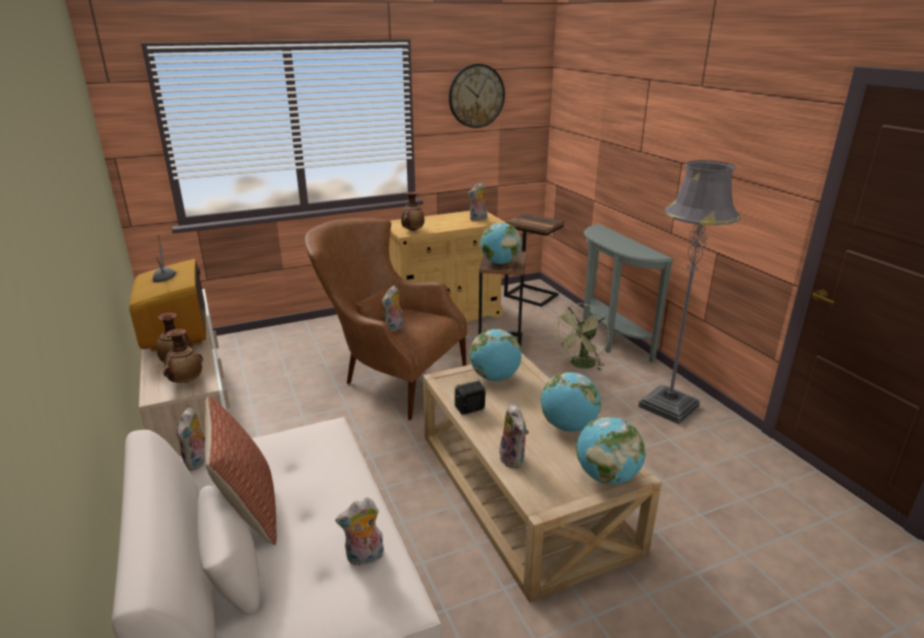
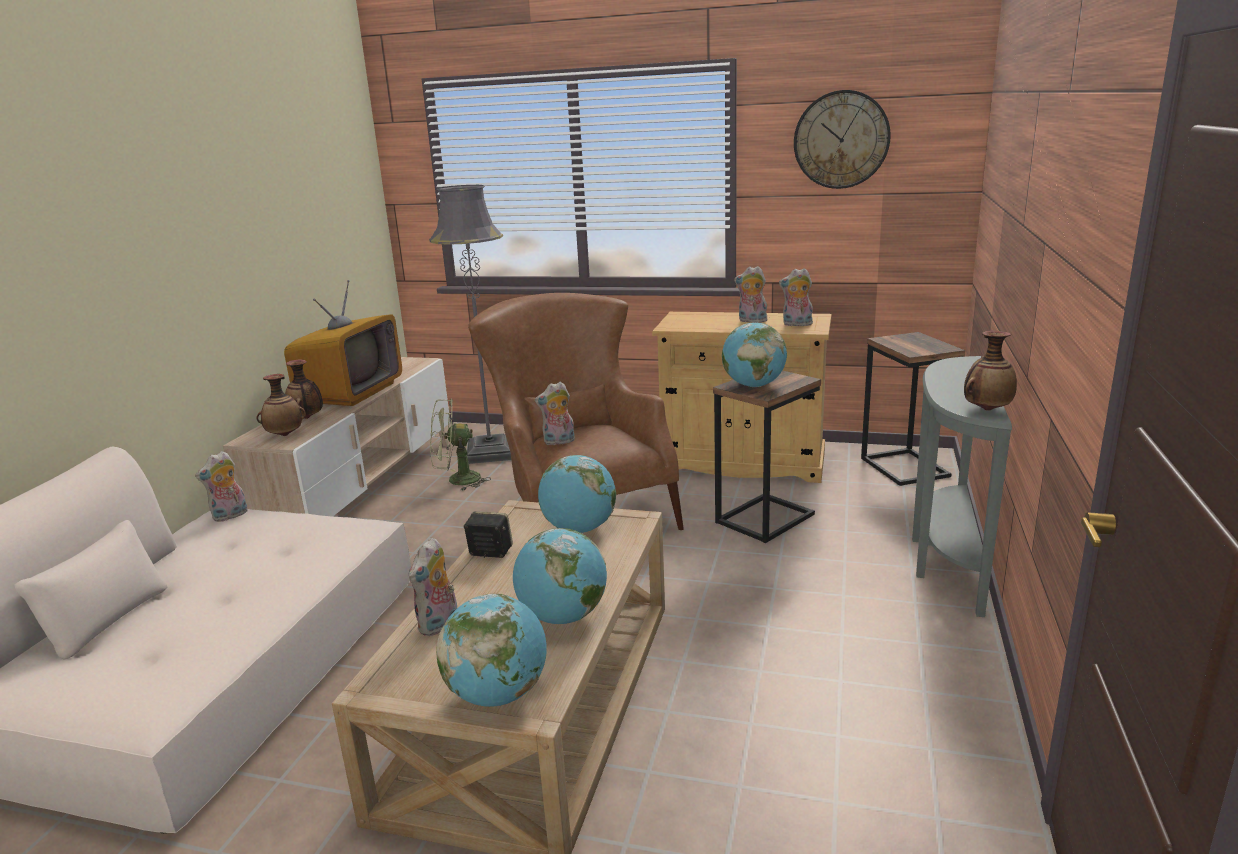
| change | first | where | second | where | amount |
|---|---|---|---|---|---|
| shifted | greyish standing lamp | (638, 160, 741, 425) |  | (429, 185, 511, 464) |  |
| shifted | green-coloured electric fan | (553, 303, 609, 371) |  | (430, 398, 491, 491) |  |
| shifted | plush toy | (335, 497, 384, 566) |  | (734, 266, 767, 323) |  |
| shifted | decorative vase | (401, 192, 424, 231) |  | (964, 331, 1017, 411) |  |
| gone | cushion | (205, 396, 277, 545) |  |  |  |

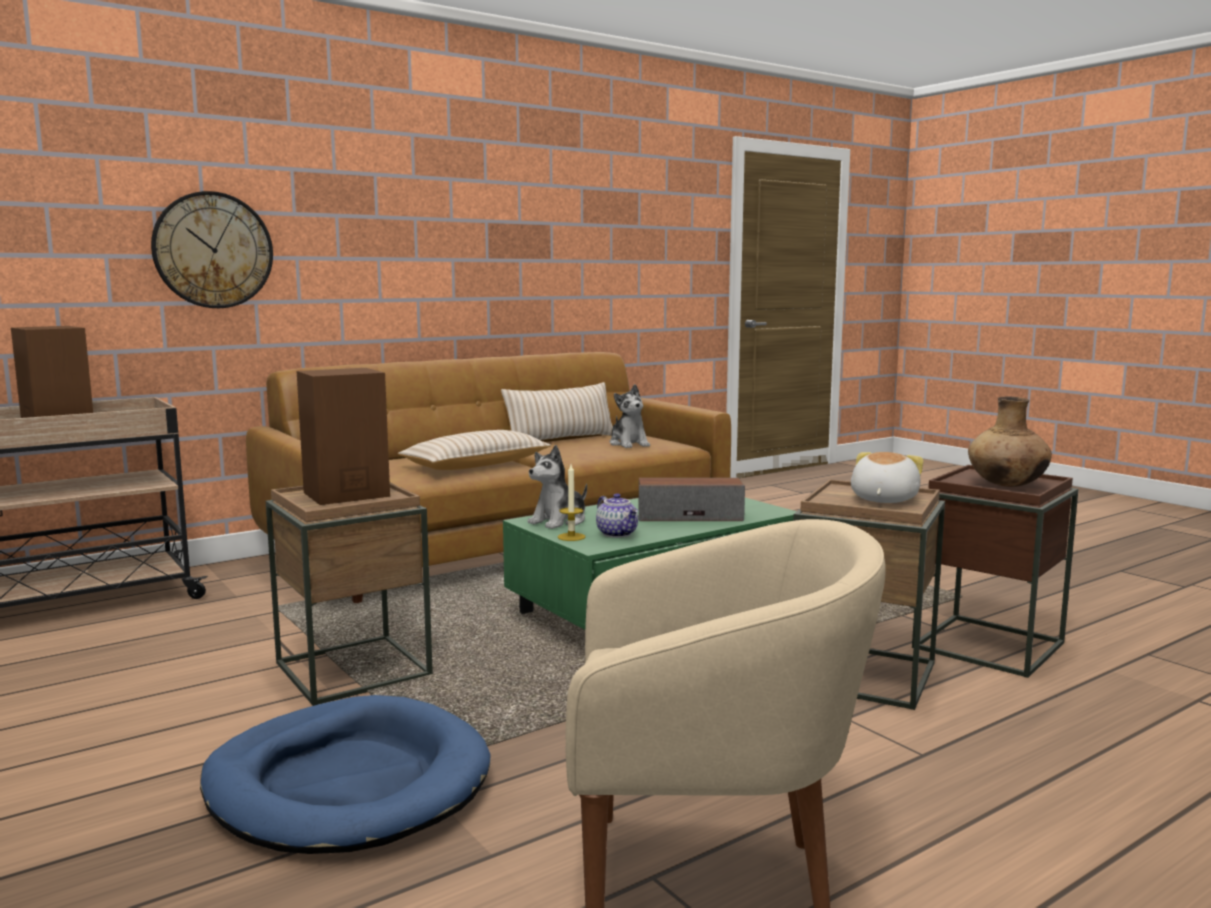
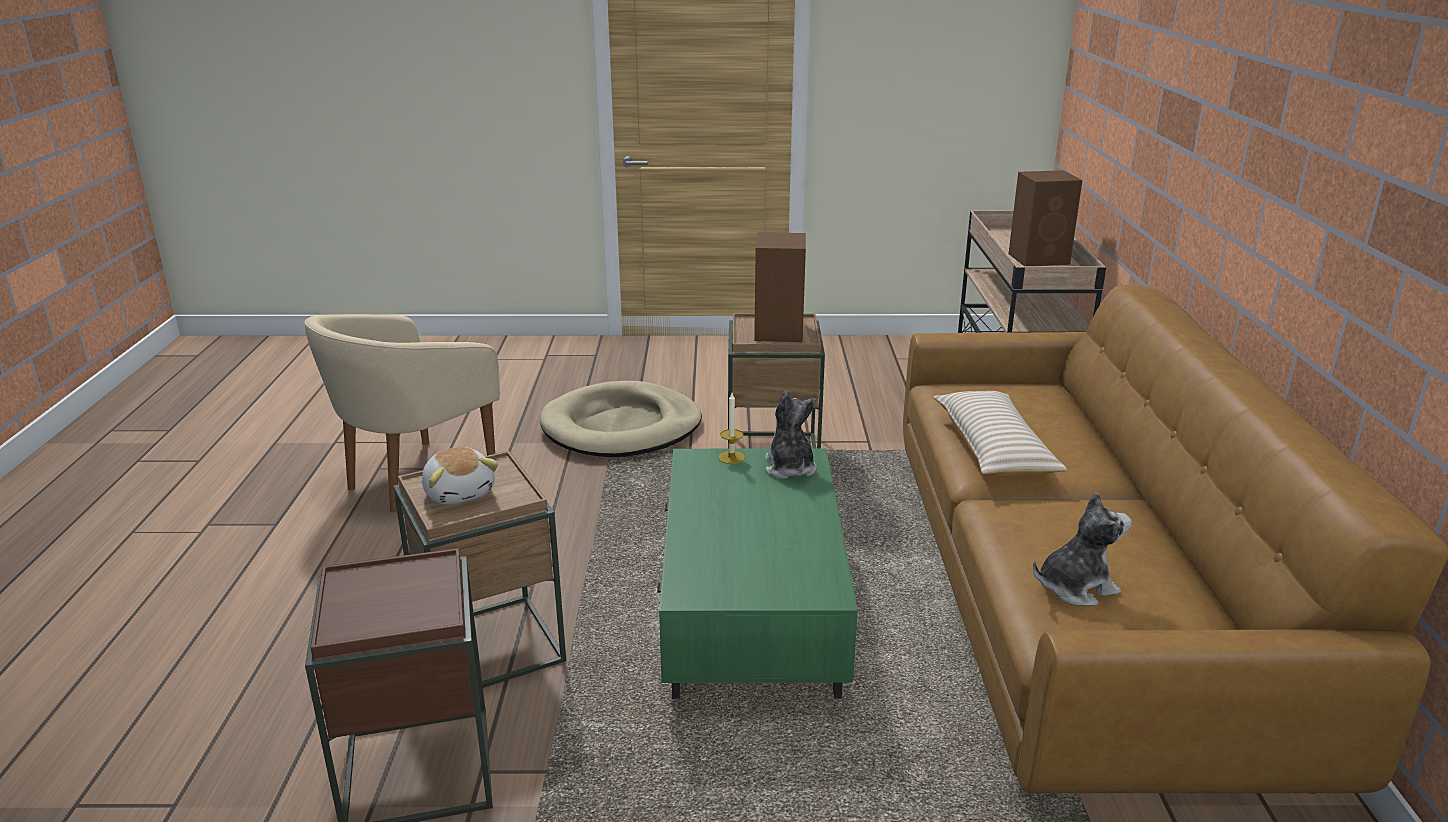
| change | first | where | second | where | amount |
|---|---|---|---|---|---|
| repainted | blue-coloured dog cushion | (200, 695, 490, 854) | beige-coloured dog cushion | (540, 381, 702, 457) |  |
| rotated | plush toy | (610, 384, 650, 448) |  | (1033, 492, 1132, 606) | 150 degrees clockwise |
| gone | clock on the wall | (151, 191, 273, 308) |  |  |  |
| gone | beige-coloured cushion | (501, 382, 613, 440) |  |  |  |
| gone | tea pot | (596, 493, 638, 538) |  |  |  |
| gone | audio speaker | (639, 478, 745, 521) |  |  |  |
| gone | brown-coloured decorative vase | (968, 397, 1052, 487) |  |  |  |

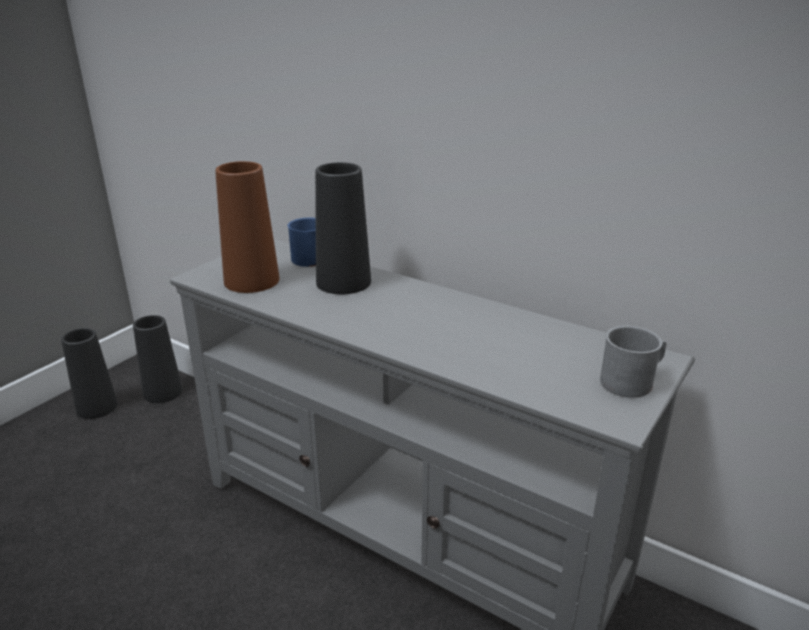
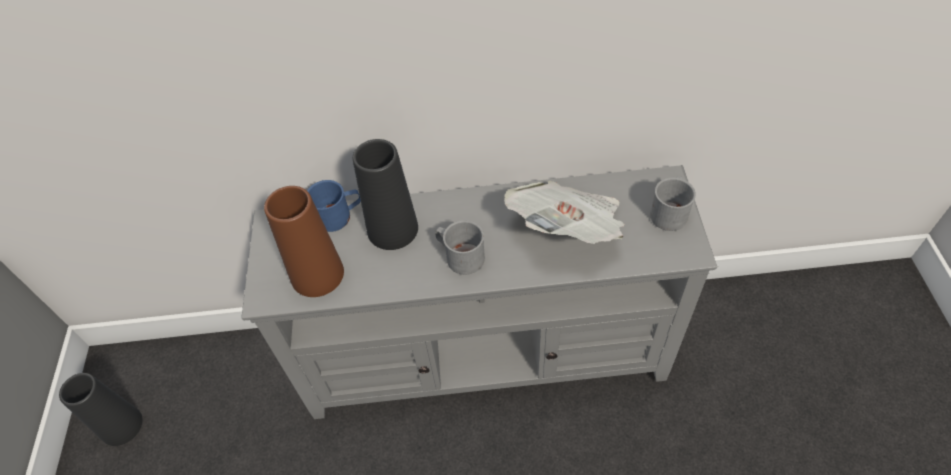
| change | first | where | second | where | amount |
|---|---|---|---|---|---|
| new |  |  | greyish coffee mug | (435, 220, 485, 275) |  |
| new |  |  | newspaper | (504, 181, 625, 244) |  |
| gone | black-coloured decorative vase | (133, 315, 183, 403) |  |  |  |

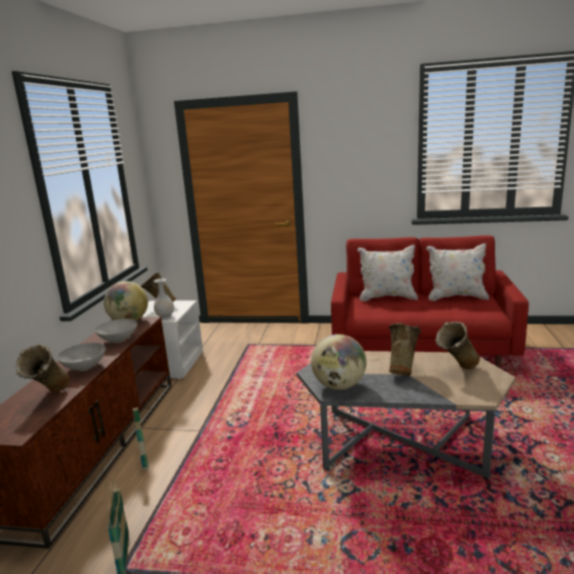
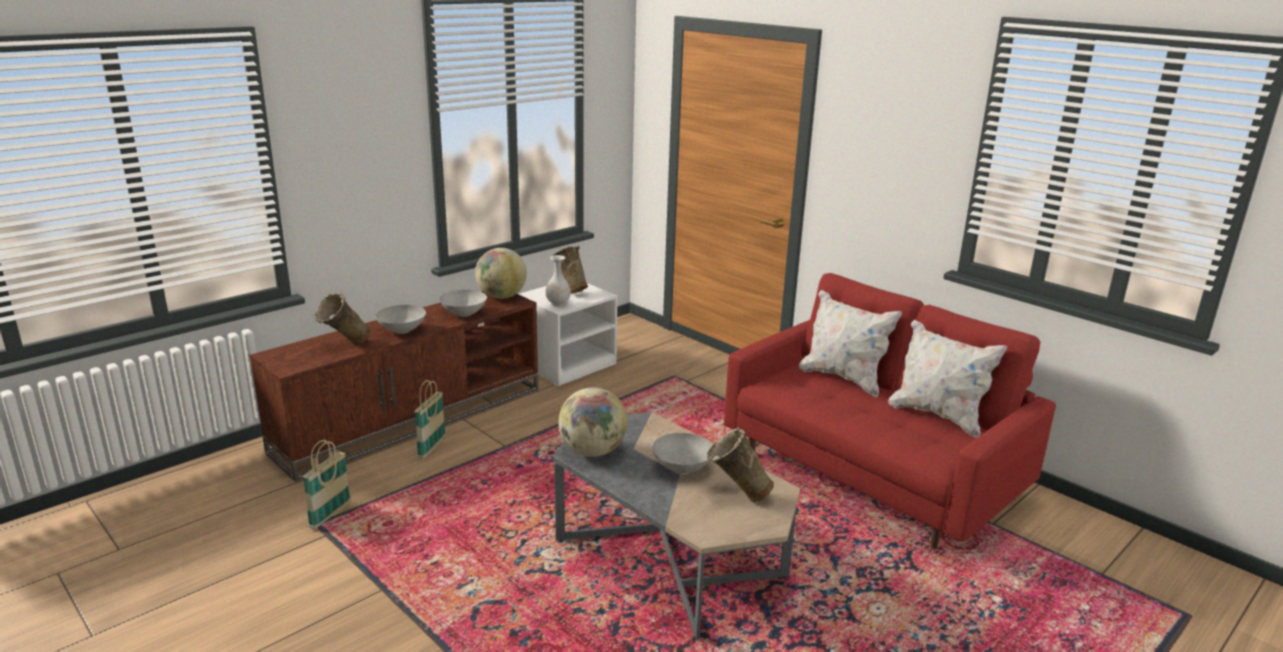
| change | first | where | second | where | amount |
|---|---|---|---|---|---|
| swapped | beige-coloured decorative vase | (389, 323, 421, 376) | greyish serving bowl | (652, 433, 712, 473) |  |

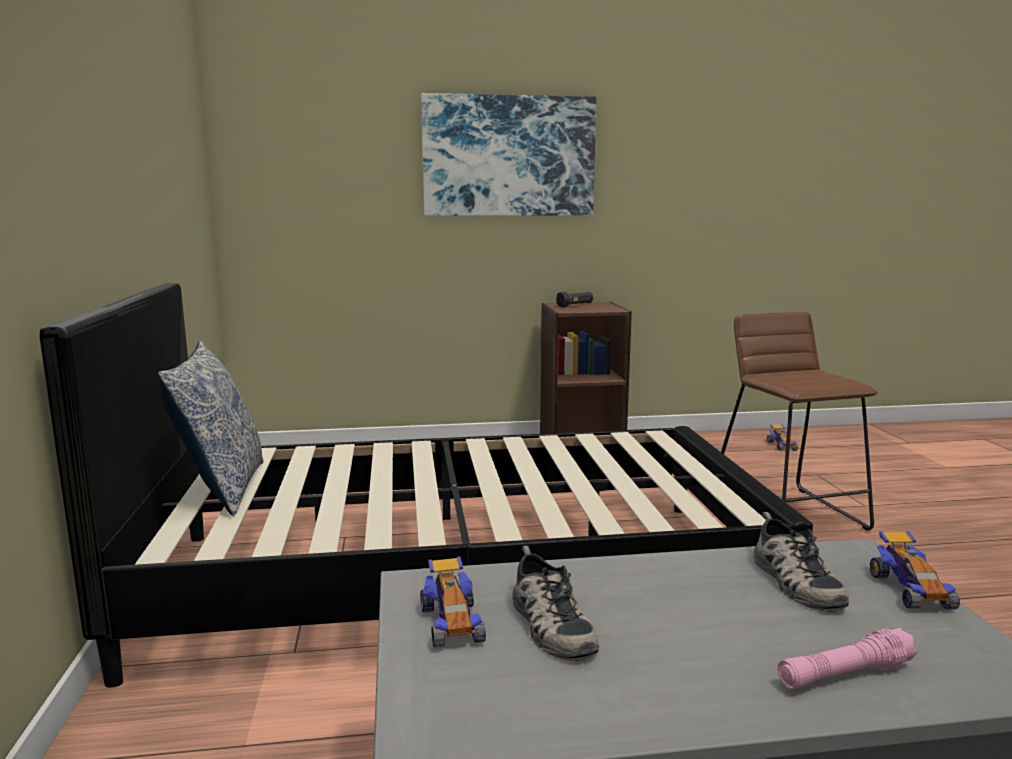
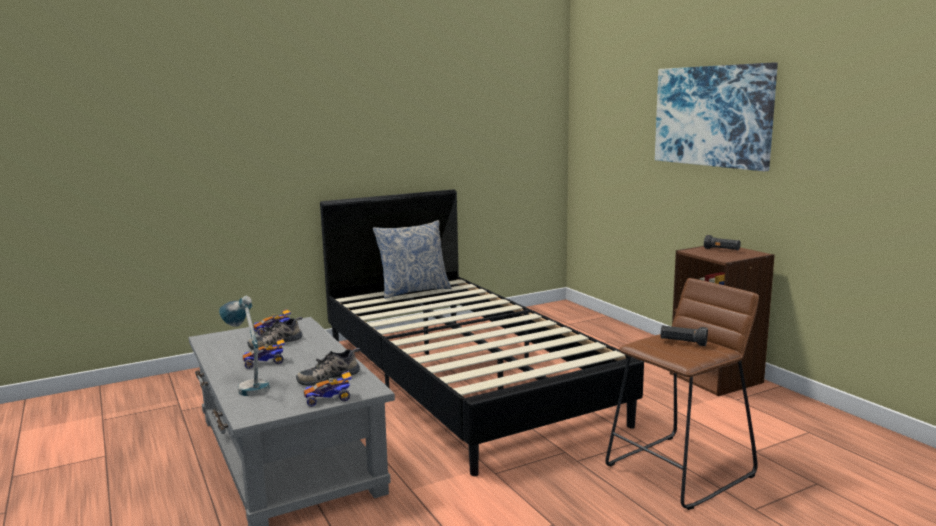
| change | first | where | second | where | amount |
|---|---|---|---|---|---|
| swapped | pink-coloured torch | (778, 628, 918, 689) | lamp for a table | (219, 296, 270, 396) |  |
| shifted | miniature car | (767, 424, 798, 451) |  | (243, 338, 285, 369) |  |
| new |  |  | black-coloured torch | (660, 325, 708, 346) |  |

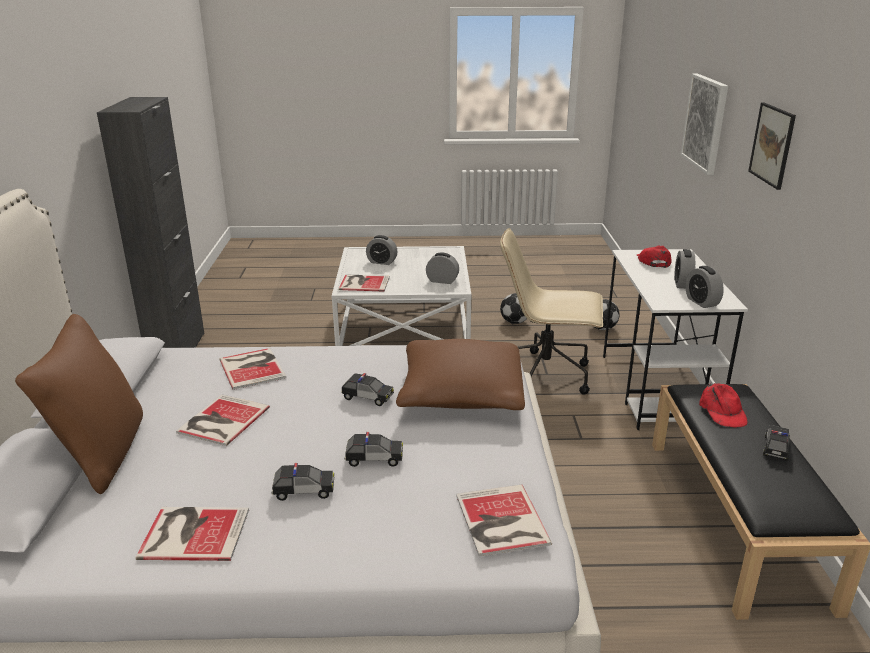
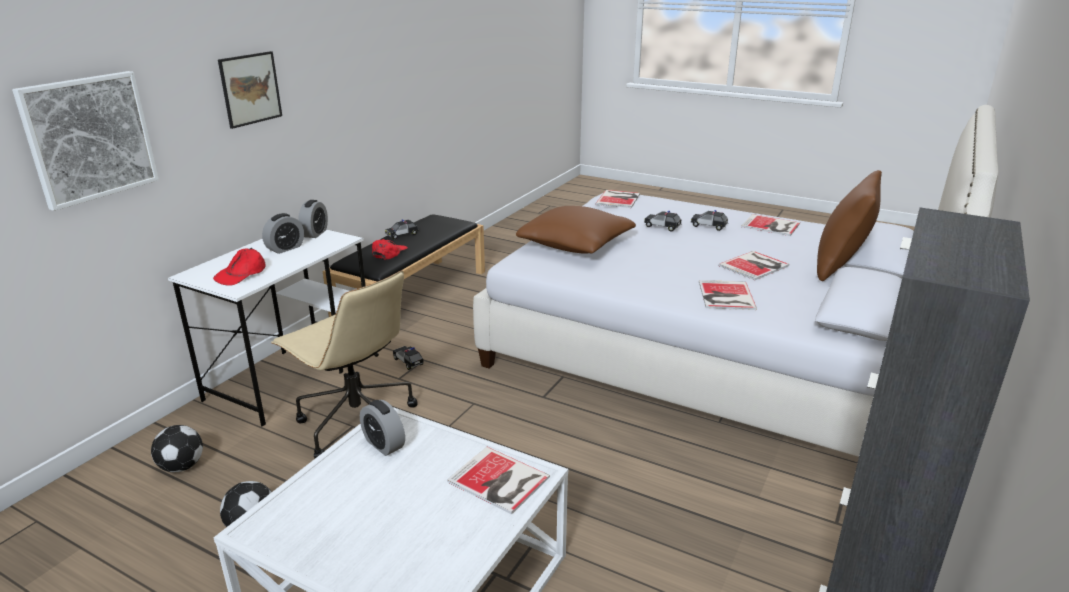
| change | first | where | second | where | amount |
|---|---|---|---|---|---|
| shifted | miniature car | (341, 373, 394, 406) |  | (393, 346, 424, 370) |  |
| gone | alarm clock | (366, 235, 398, 265) |  |  |  |

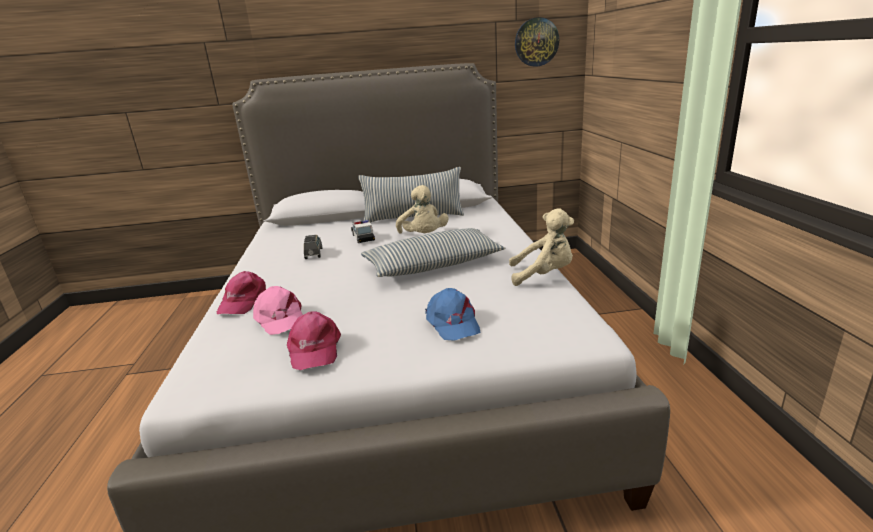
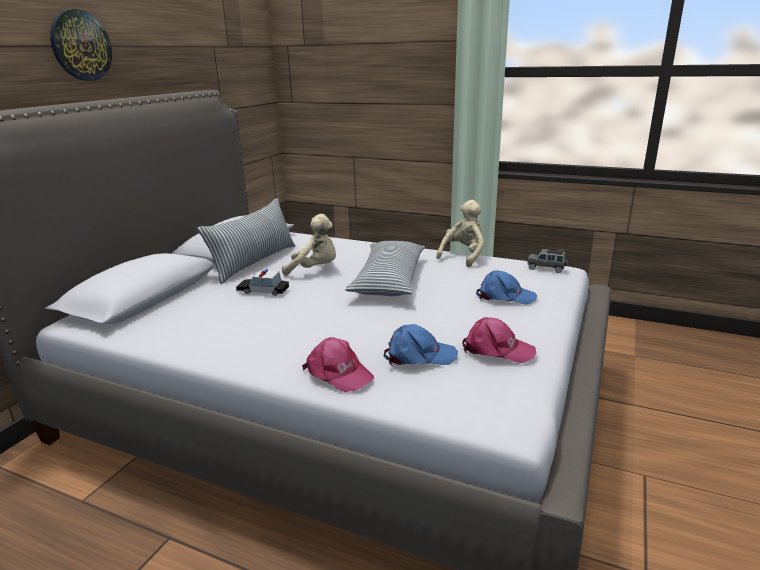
| change | first | where | second | where | amount |
|---|---|---|---|---|---|
| shifted | clock on the wall | (515, 17, 559, 67) |  | (50, 9, 112, 81) |  |
| repainted | pink-coloured peaked cap | (253, 286, 303, 335) | blue-coloured peaked cap | (384, 324, 458, 366) |  |
| shifted | greyish miniature car | (304, 235, 322, 259) |  | (527, 248, 568, 273) |  |

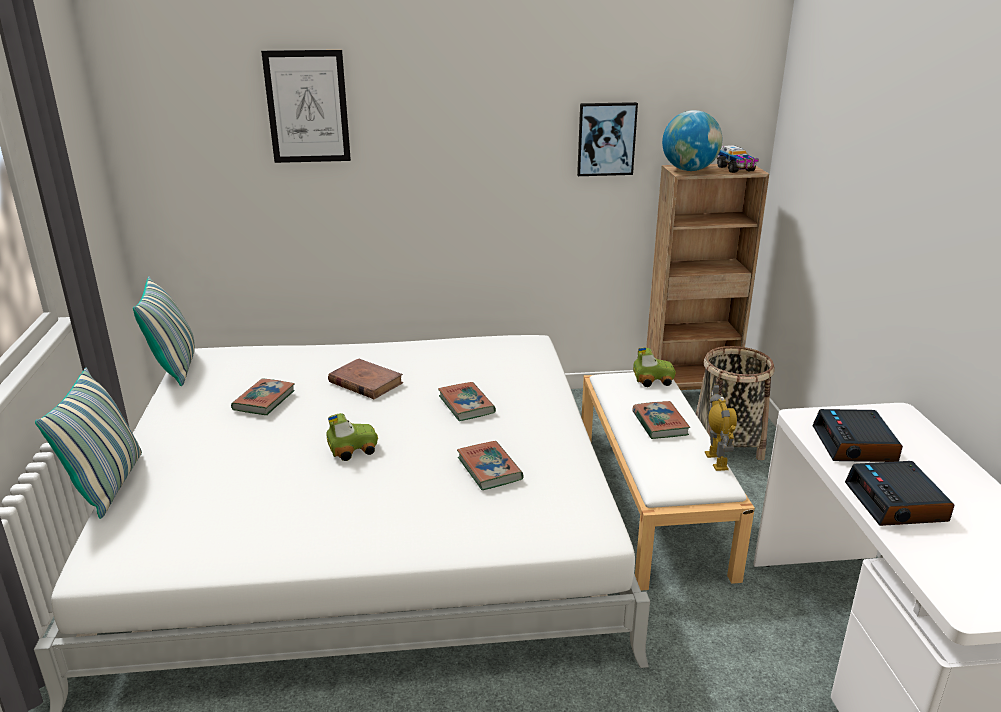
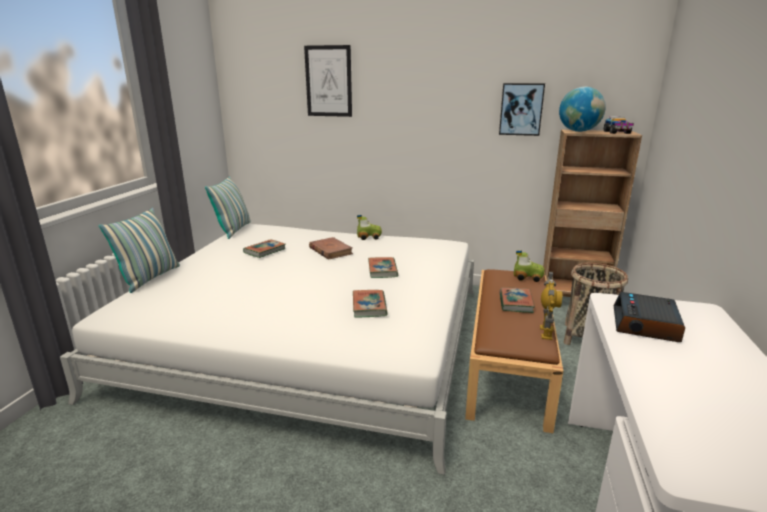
| change | first | where | second | where | amount |
|---|---|---|---|---|---|
| shifted | miniature car | (326, 413, 378, 461) |  | (357, 215, 382, 240) |  |
| repainted | white indoor bench | (582, 372, 755, 591) | brown-coloured indoor bench | (465, 269, 563, 433) |  |
| gone | alarm clock | (845, 461, 955, 526) |  |  |  |

